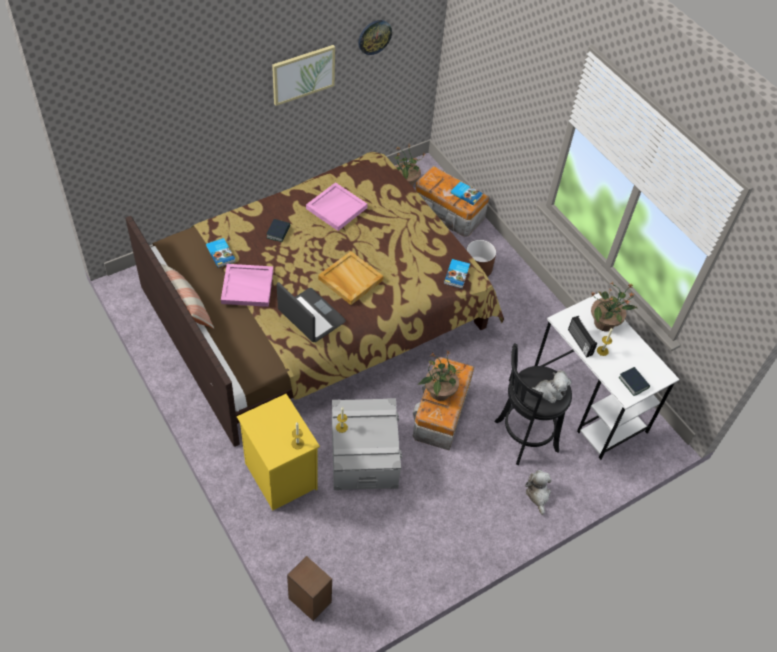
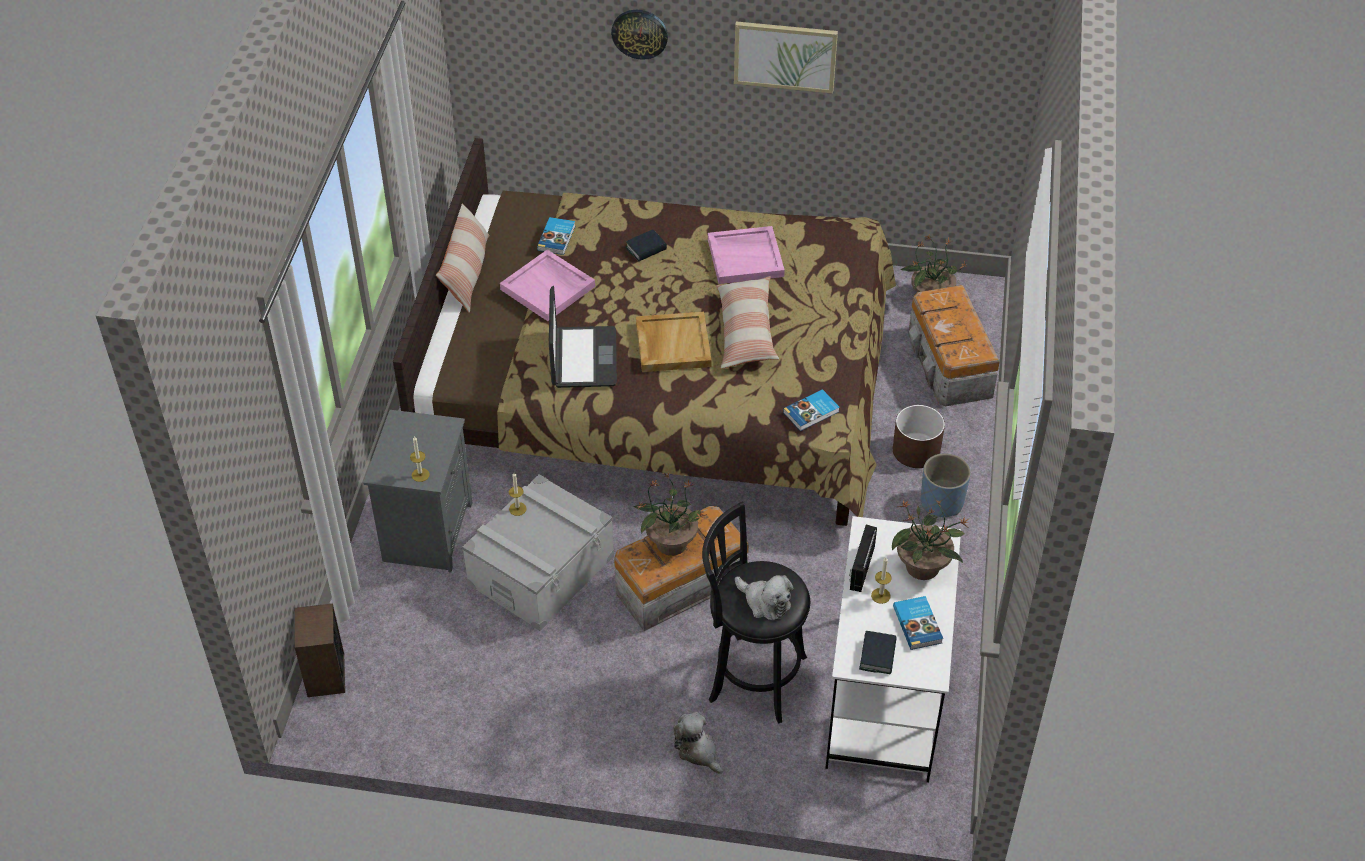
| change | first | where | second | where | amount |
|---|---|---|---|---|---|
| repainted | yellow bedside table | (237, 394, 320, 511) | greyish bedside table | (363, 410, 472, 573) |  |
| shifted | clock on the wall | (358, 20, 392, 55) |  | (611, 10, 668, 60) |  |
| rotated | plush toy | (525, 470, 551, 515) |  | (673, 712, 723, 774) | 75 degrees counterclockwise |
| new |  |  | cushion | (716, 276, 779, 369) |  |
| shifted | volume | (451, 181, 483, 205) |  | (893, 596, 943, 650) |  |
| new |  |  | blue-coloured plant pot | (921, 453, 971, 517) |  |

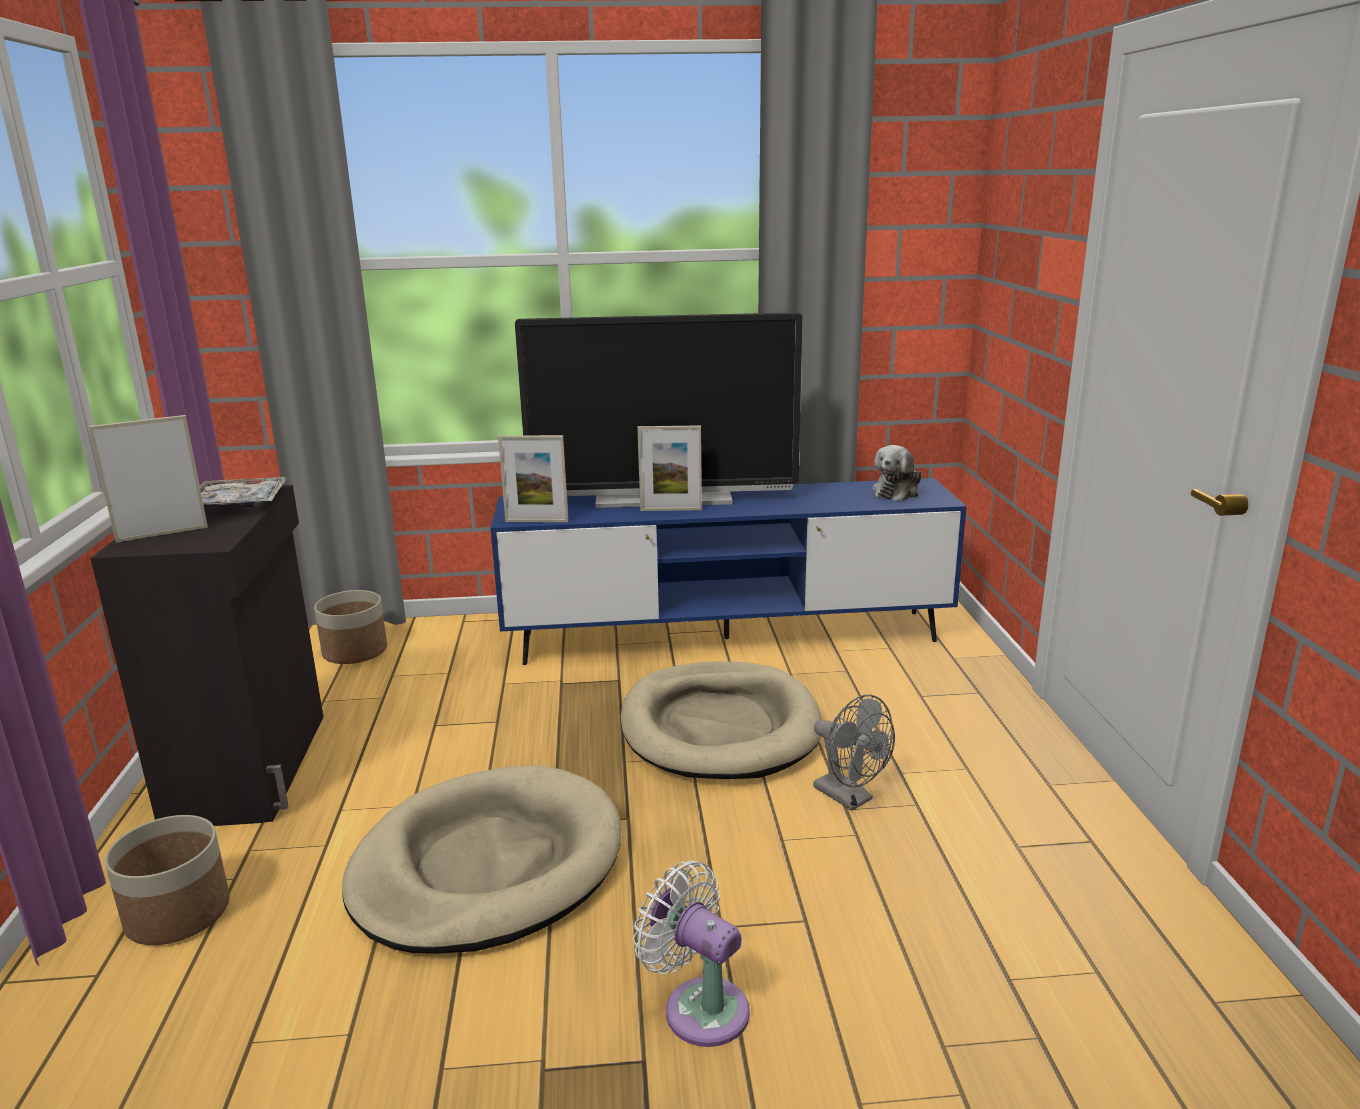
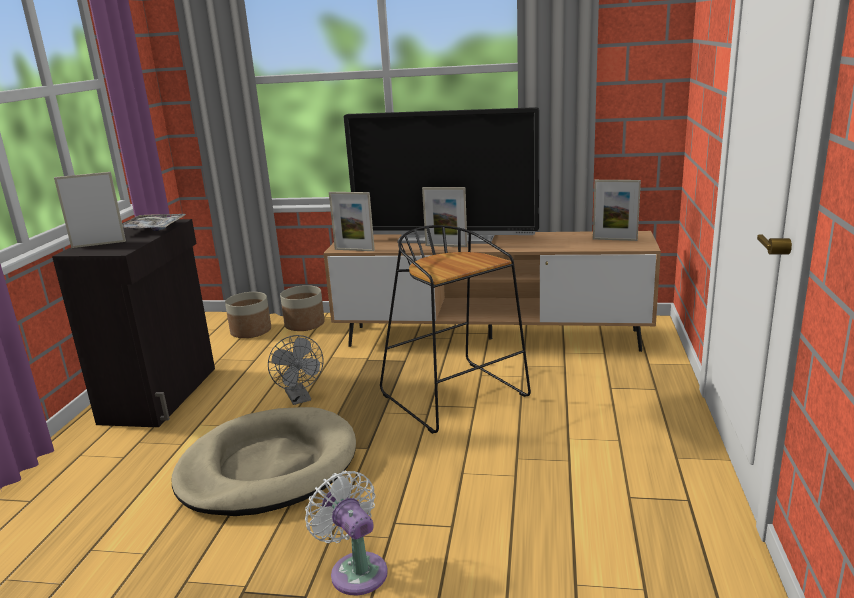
| change | first | where | second | where | amount |
|---|---|---|---|---|---|
| shifted | greyish electric fan | (813, 695, 895, 811) |  | (268, 335, 324, 405) |  |
| shifted | plant pot | (105, 815, 230, 945) |  | (280, 285, 325, 331) |  |
| repainted | blue-coloured tv stand | (491, 478, 967, 665) | brown-coloured tv stand | (323, 231, 661, 352) |  |
| swapped | beige-coloured dog cushion | (621, 661, 822, 779) | black-coloured stool seat | (380, 225, 531, 434) |  |
| swapped | plush toy | (872, 445, 922, 501) | picture frame | (593, 180, 641, 241) |  |

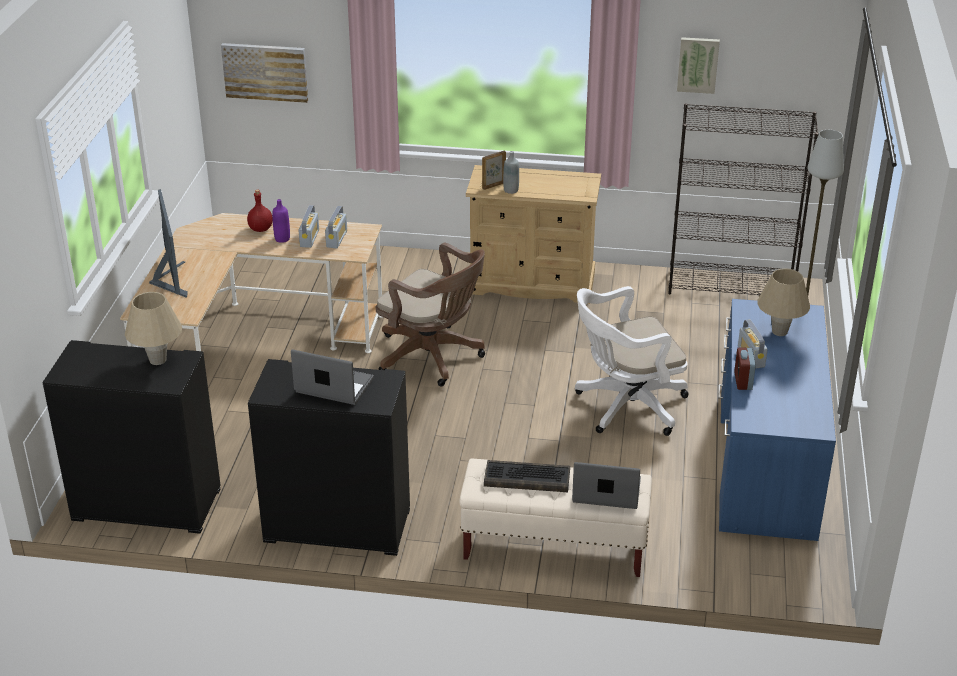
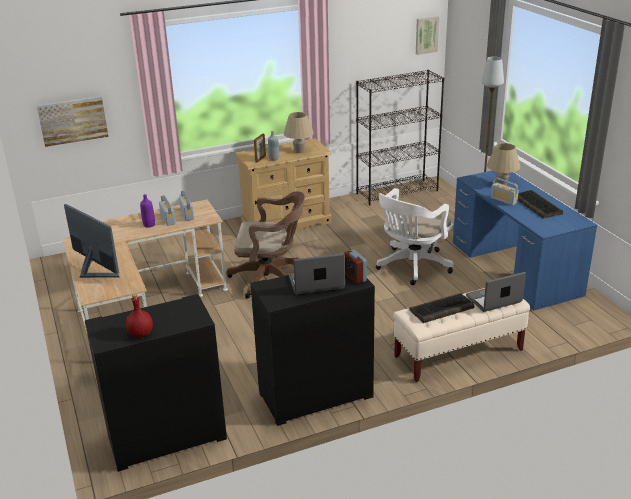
| change | first | where | second | where | amount |
|---|---|---|---|---|---|
| shifted | reddish beverage bottle | (247, 190, 273, 232) |  | (126, 294, 153, 337) |  |
| shifted | beige-coloured lamp for a table | (125, 292, 182, 365) |  | (283, 112, 314, 153) |  |
| shifted | alarm clock | (734, 347, 756, 390) |  | (344, 250, 367, 284) |  |
| shifted | wall art | (677, 37, 720, 94) |  | (416, 16, 439, 55) |  |
| new |  |  | computer keyboard | (518, 190, 563, 218) |  |

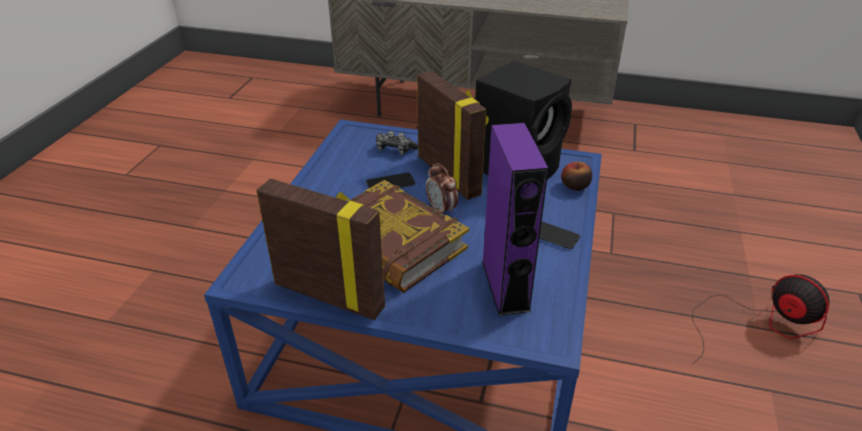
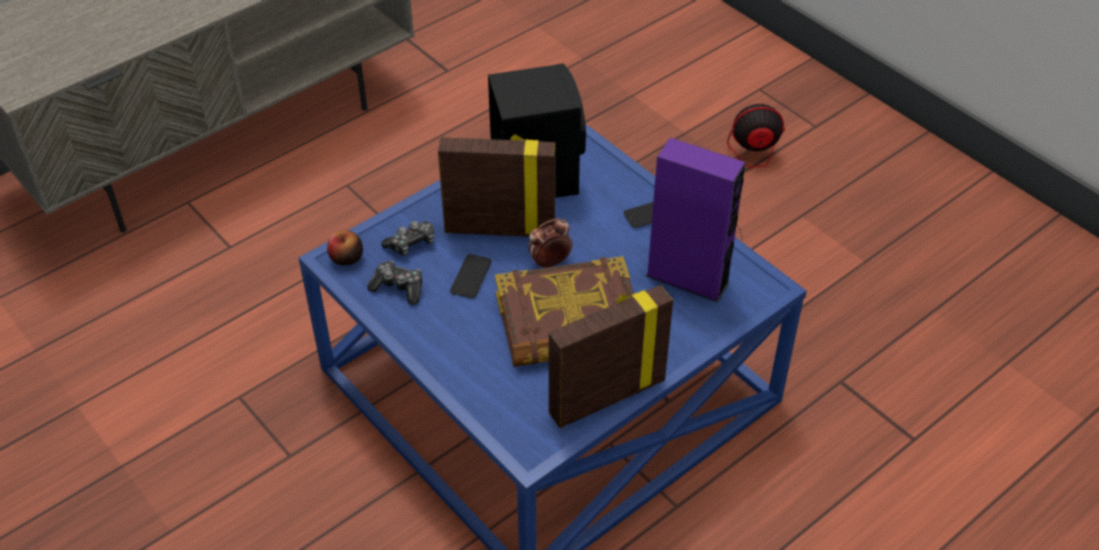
| change | first | where | second | where | amount |
|---|---|---|---|---|---|
| shifted | whole apple | (561, 162, 592, 191) |  | (327, 230, 363, 265) |  |
| new |  |  | gamepad | (367, 261, 422, 305) |  |
| rotated | alarm clock | (426, 163, 458, 214) |  | (528, 218, 573, 268) | 150 degrees clockwise |

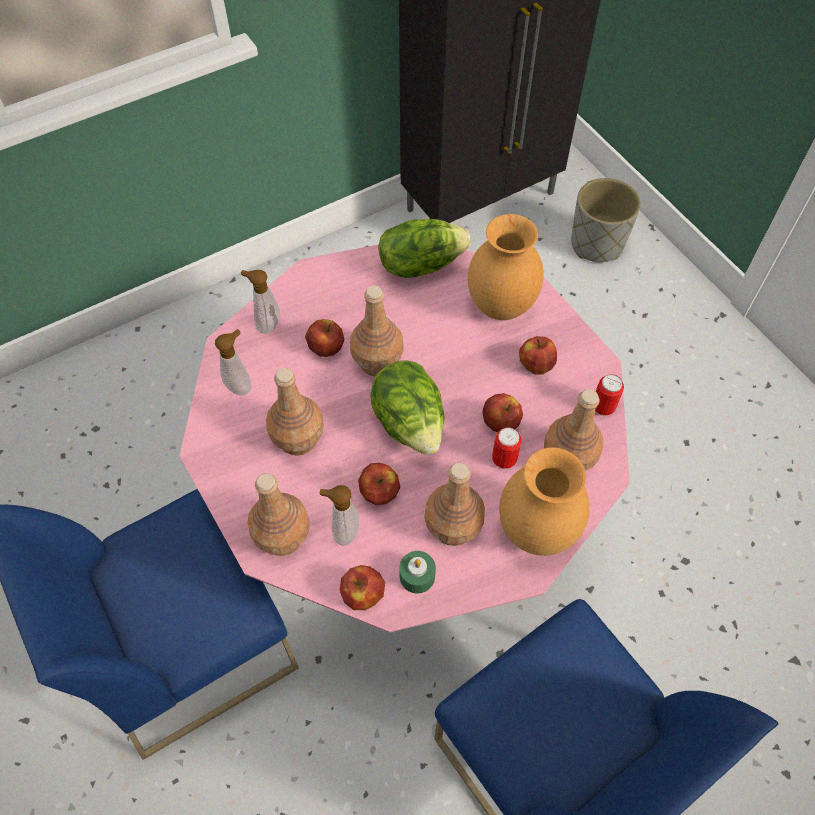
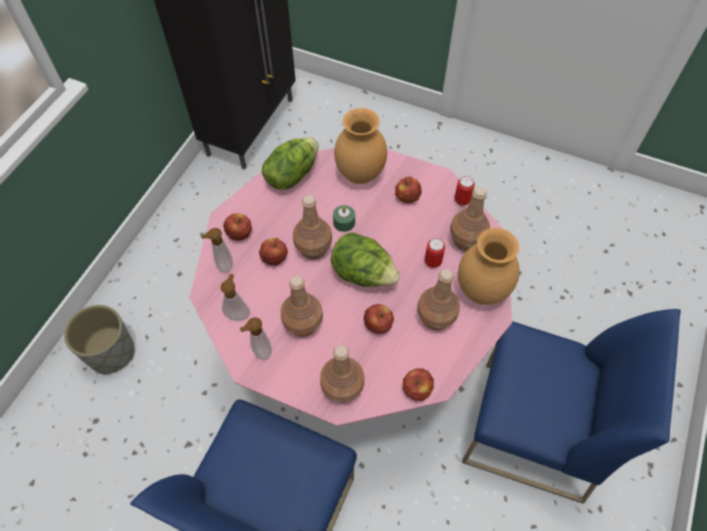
| change | first | where | second | where | amount |
|---|---|---|---|---|---|
| shifted | greyish plant pot | (571, 178, 641, 262) |  | (64, 305, 135, 374) |  |
| shifted | whole apple | (482, 393, 523, 432) |  | (223, 213, 252, 241) |  |
| shifted | soap bottle | (320, 485, 359, 546) |  | (240, 317, 272, 360) |  |
| shifted | green-coloured wax candle | (399, 551, 436, 593) |  | (333, 205, 355, 232) |  |

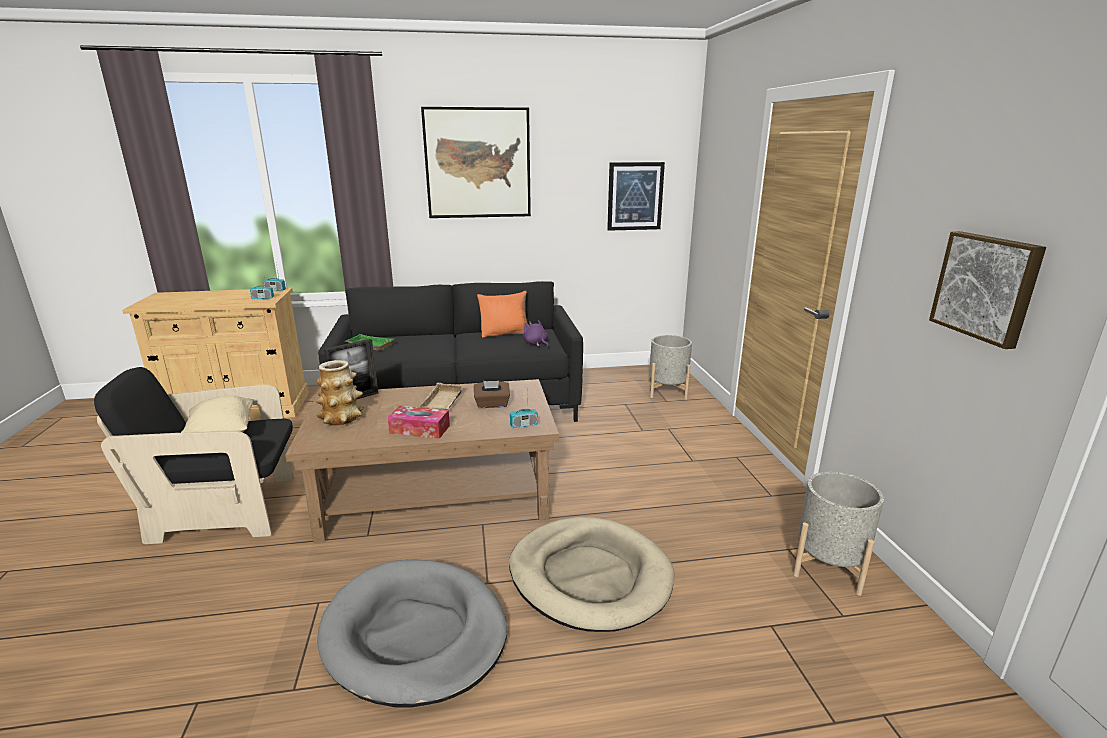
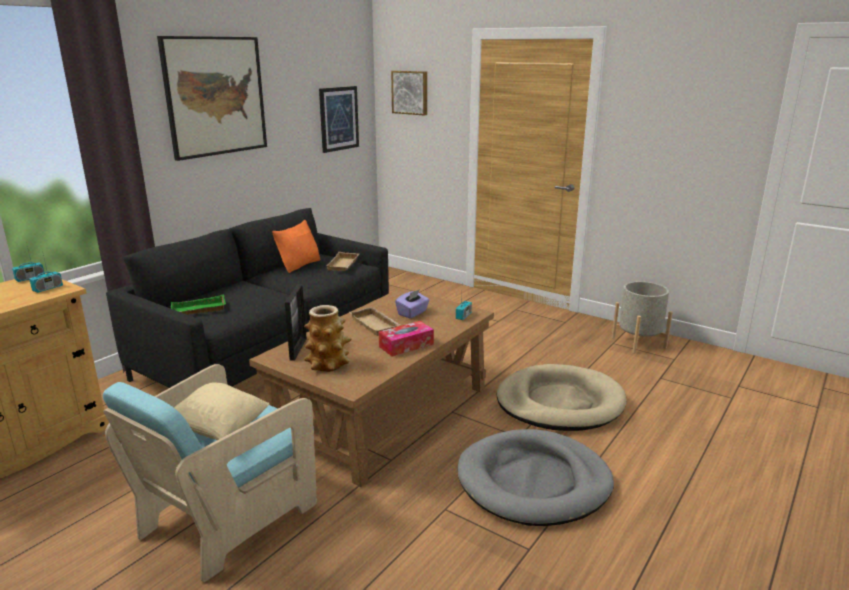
| change | first | where | second | where | amount |
|---|---|---|---|---|---|
| repainted | black-coloured lounge chair | (94, 367, 294, 544) | turquoise lounge chair | (103, 364, 317, 582) |  |
| swapped | purple plush toy | (523, 320, 549, 347) | beige-coloured serving tray | (326, 252, 360, 271) |  |
| shifted | wall art | (929, 231, 1046, 349) |  | (391, 71, 427, 116) |  |
| repainted | brown-coloured tissue holder | (474, 381, 510, 408) | purple tissue holder | (395, 289, 430, 318) |  |
| gone | greyish plant pot | (649, 335, 692, 400) |  |  |  |

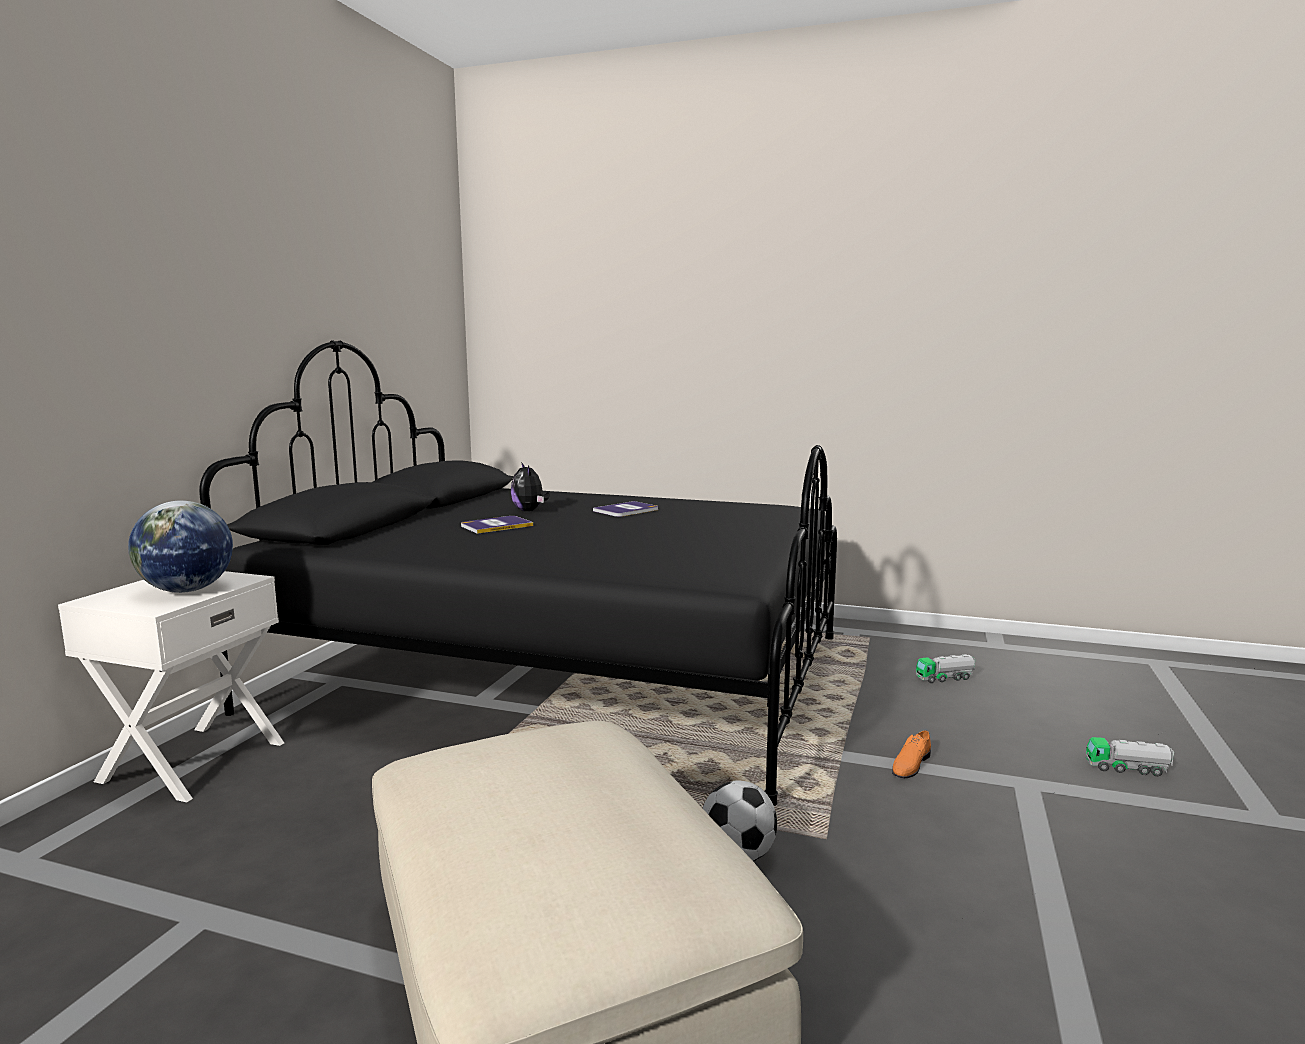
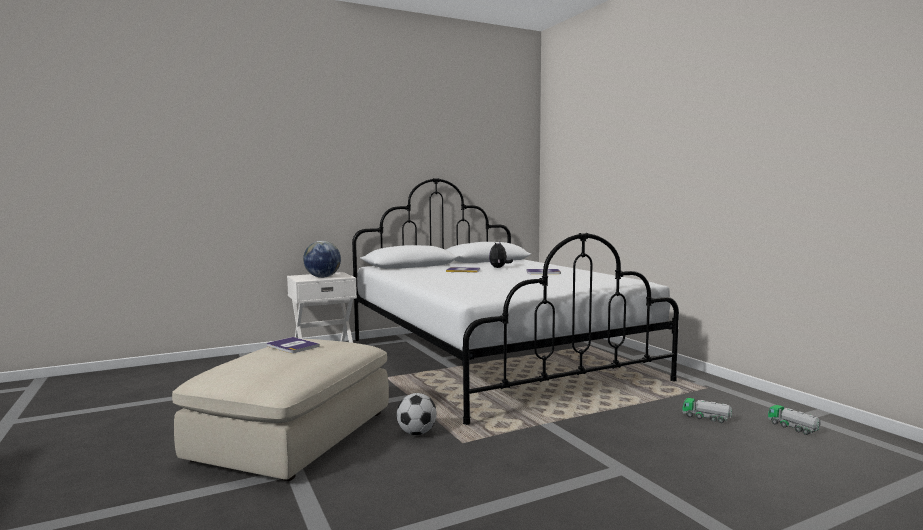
| change | first | where | second | where | amount |
|---|---|---|---|---|---|
| new |  |  | volume | (267, 337, 320, 353) |  |
| repainted | black-coloured bedroom bed | (199, 340, 837, 806) | white bedroom bed | (352, 178, 679, 425) |  |
| shifted | model truck | (1086, 737, 1174, 777) |  | (768, 405, 821, 435) |  |
| gone | orange-coloured low shoe | (892, 731, 931, 778) |  |  |  |

